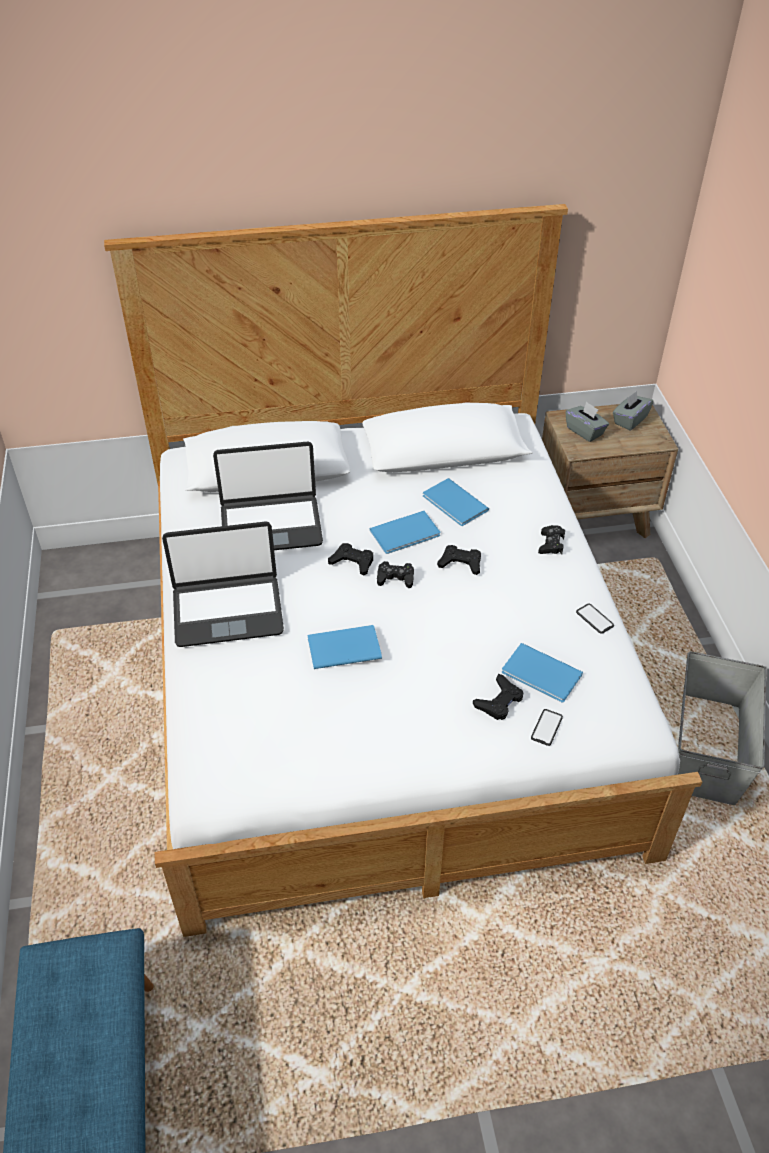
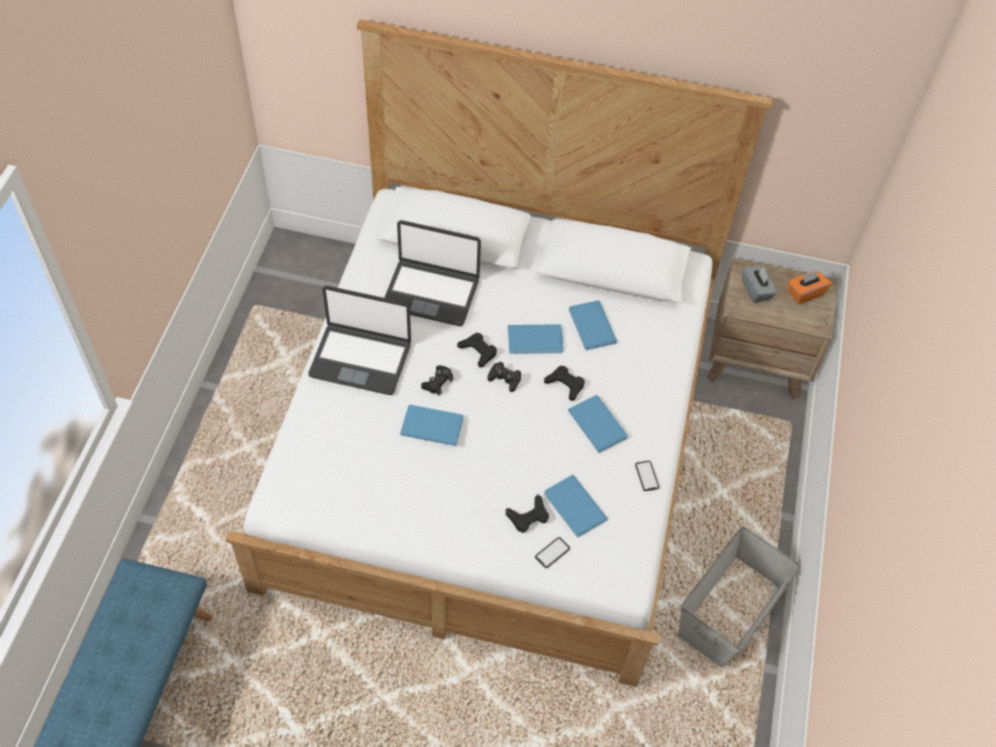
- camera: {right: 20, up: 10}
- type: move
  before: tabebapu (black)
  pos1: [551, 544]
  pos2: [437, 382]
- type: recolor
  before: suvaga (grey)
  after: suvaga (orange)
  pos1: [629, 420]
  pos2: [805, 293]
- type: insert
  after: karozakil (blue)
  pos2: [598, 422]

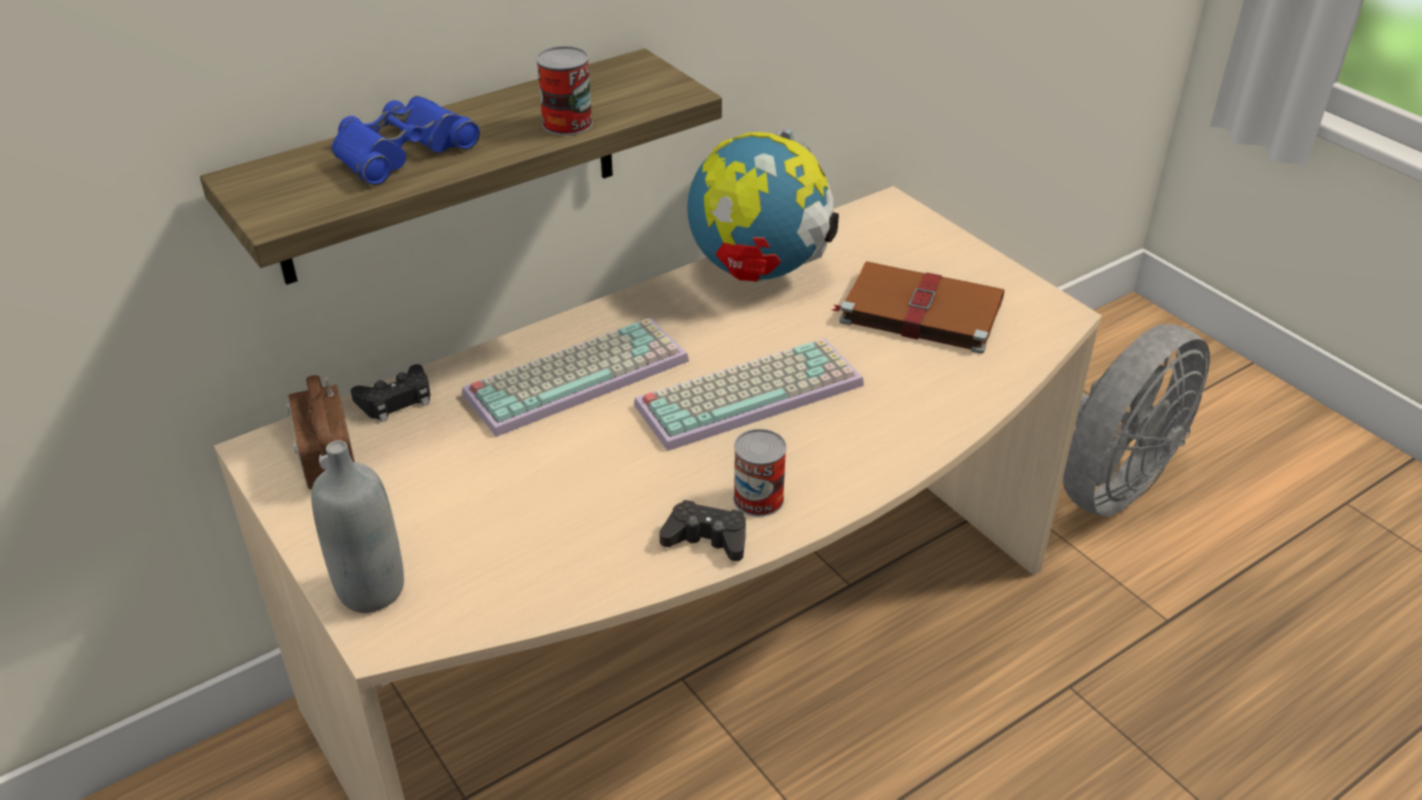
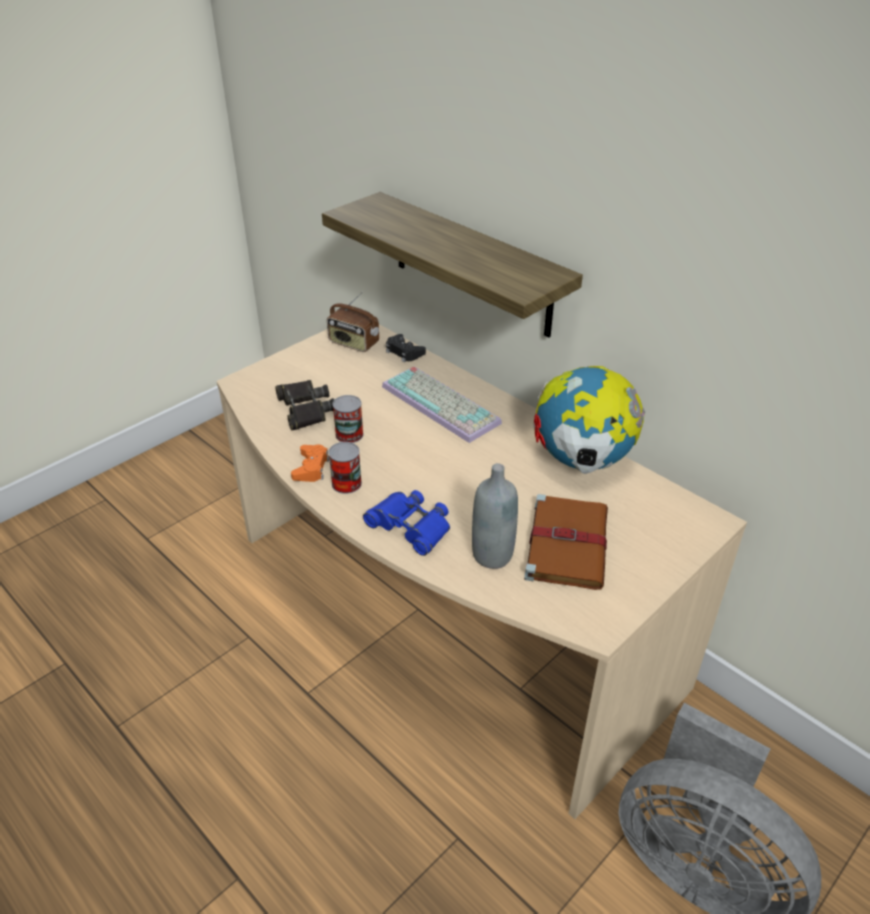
- camera: {right: 80, up: 0}
- type: rotate
  before: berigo
  pos1: [327, 461]
  pos2: [353, 343]
  turn: -120
- type: move
  before: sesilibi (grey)
  pos1: [371, 590]
  pos2: [492, 555]
- type: move
  before: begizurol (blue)
  pos1: [402, 152]
  pos2: [410, 526]
- type: move
  before: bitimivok
  pos1: [567, 123]
  pos2: [349, 435]
- type: delete
  before: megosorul
  pos1: [750, 392]
- type: recolor
  before: tabebapu (black)
  after: tabebapu (orange)
  pos1: [706, 539]
  pos2: [311, 468]
- type: insert
  after: begizurol (black)
  pos2: [305, 409]

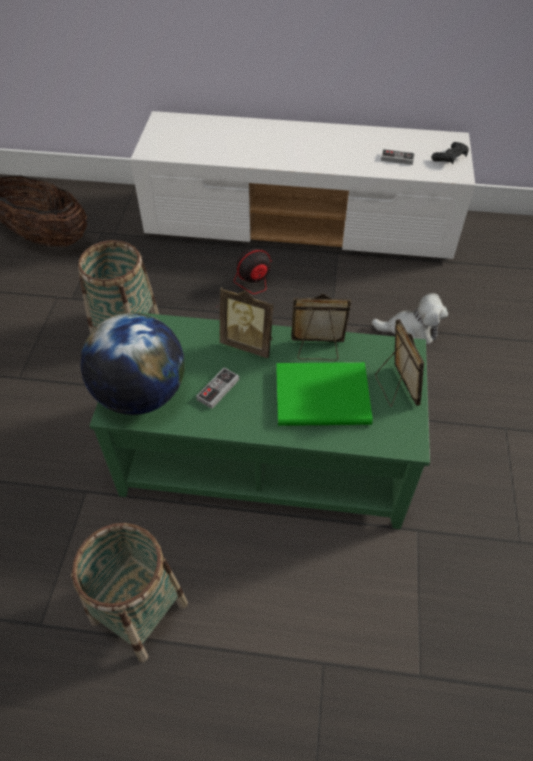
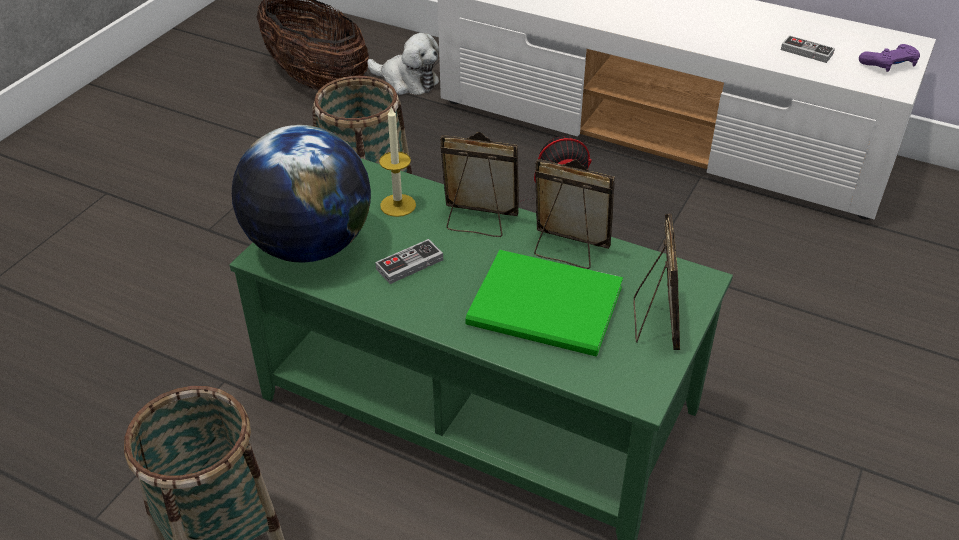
- camera: {right: 20, up: -10}
- type: rotate
  before: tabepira
  pos1: [249, 343]
  pos2: [478, 222]
  turn: 150
- type: move
  before: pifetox
  pos1: [410, 331]
  pos2: [407, 81]
- type: recolor
  before: tabebapu (black)
  after: tabebapu (purple)
  pos1: [450, 158]
  pos2: [889, 65]
- type: insert
  after: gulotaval
  pos2: [398, 205]

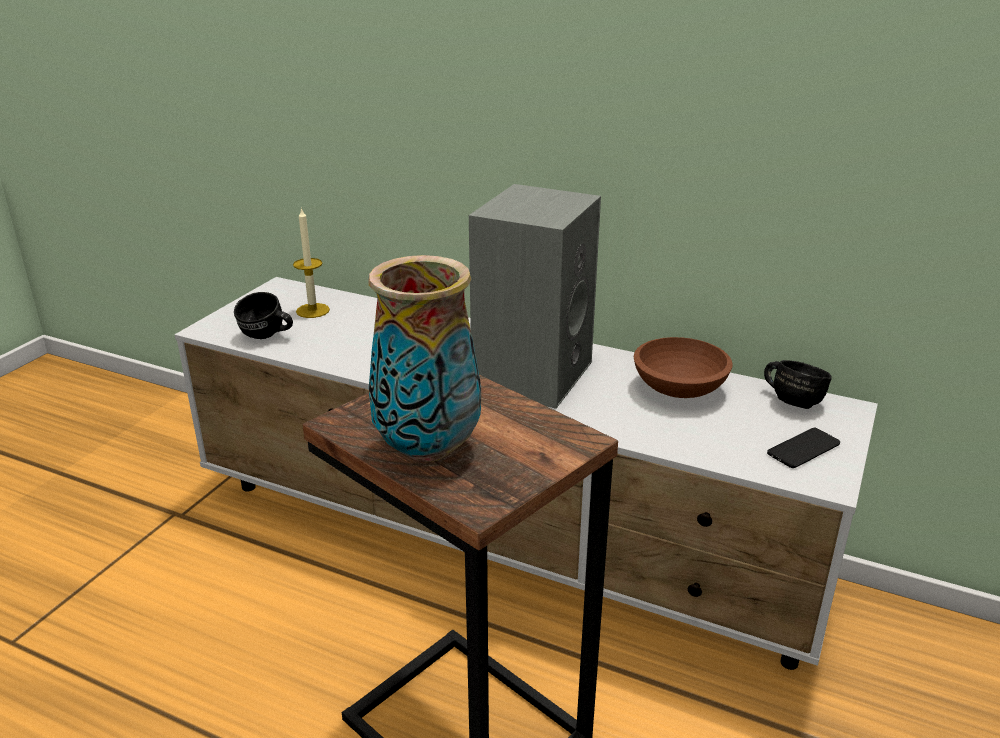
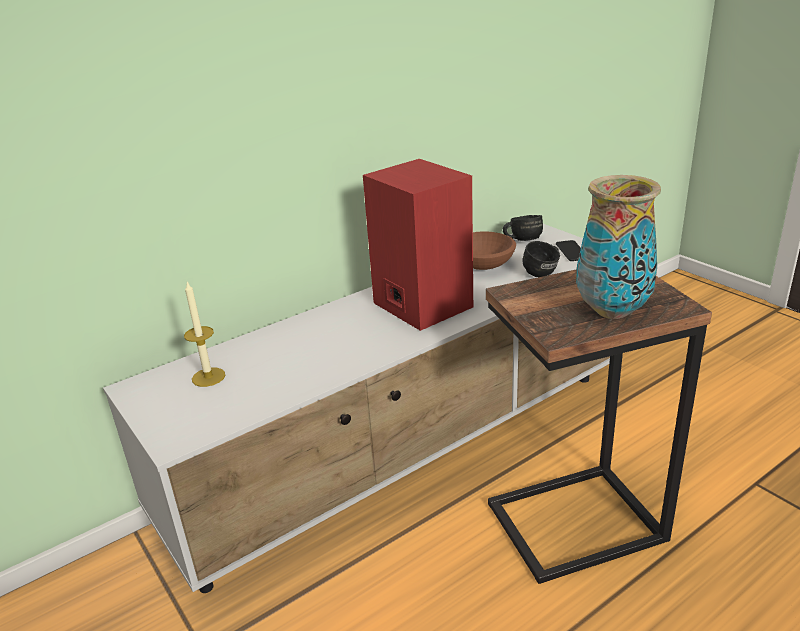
- camera: {right: -60, up: 0}
- type: move
  before: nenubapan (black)
  pos1: [266, 337]
  pos2: [544, 273]
- type: recolor
  before: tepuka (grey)
  after: tepuka (red)
  pos1: [531, 373]
  pos2: [419, 305]

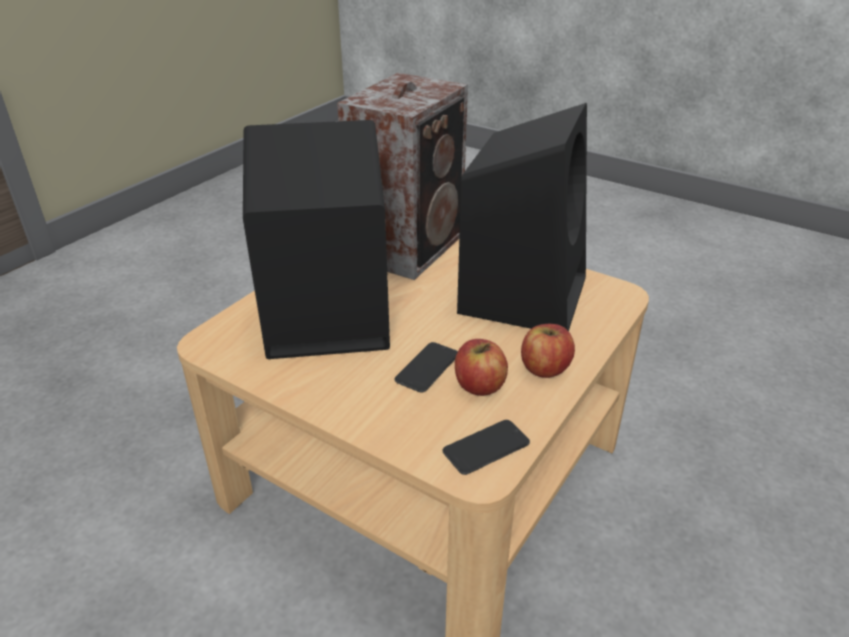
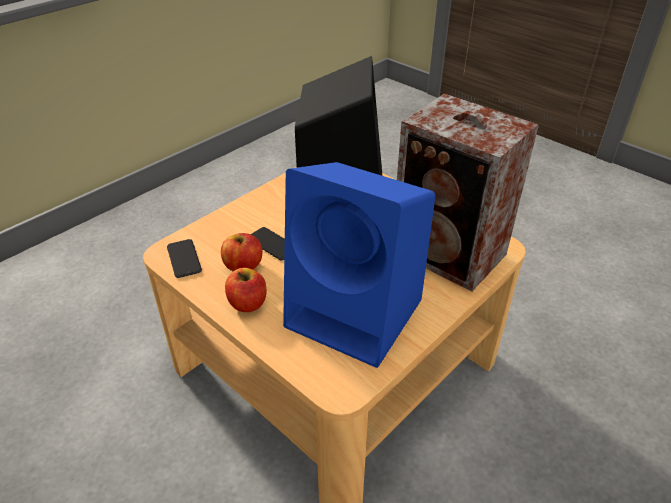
- camera: {right: 100, up: 5}
- type: recolor
  before: tepuka (black)
  after: tepuka (blue)
  pos1: [523, 292]
  pos2: [358, 314]

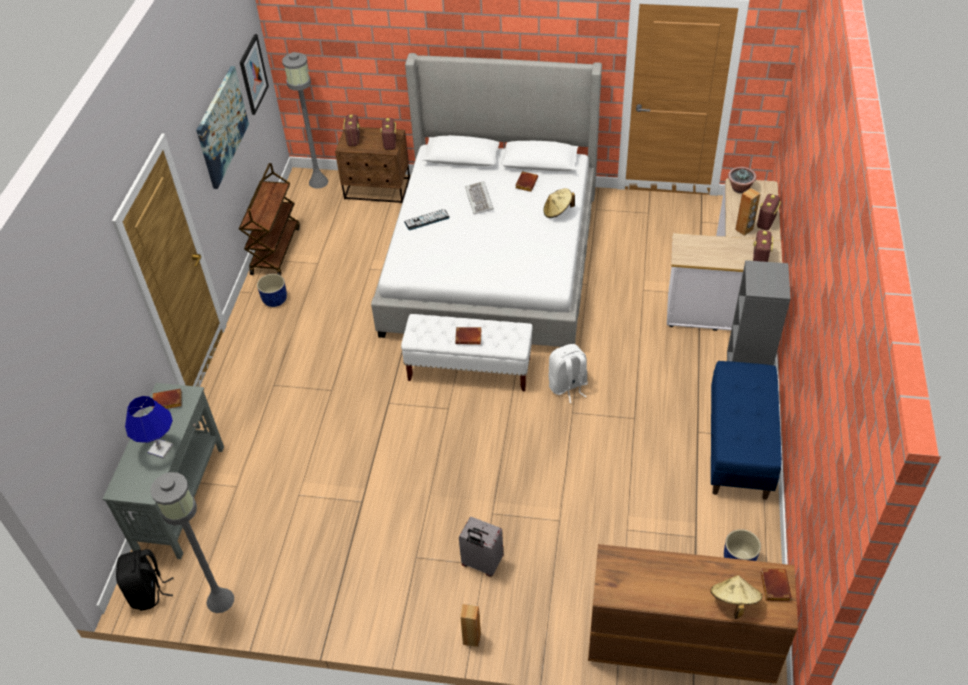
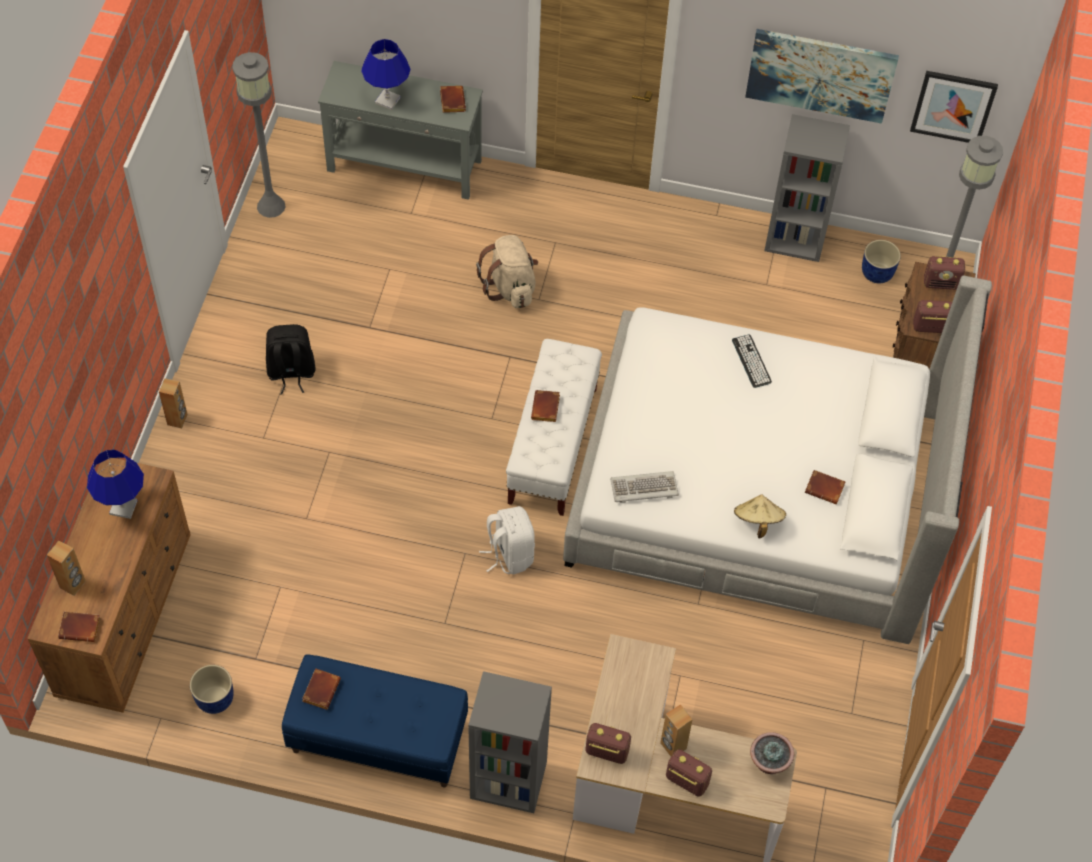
- camera: {right: 90, up: 10}
- type: move
  before: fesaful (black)
  pos1: [149, 592]
  pos2: [291, 372]
- type: replace
  before: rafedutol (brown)
  after: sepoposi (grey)
  pos1: [275, 250]
  pos2: [796, 238]
- type: move
  before: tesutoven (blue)
  pos1: [275, 299]
  pos2: [877, 272]
- type: delete
  before: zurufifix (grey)
  pos1: [481, 563]
- type: move
  before: megosorul
  pos1: [479, 199]
  pos2: [644, 489]
- type: replace
  before: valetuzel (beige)
  after: tepuka (brown)
  pos1: [733, 601]
  pos2: [73, 584]
- type: insert
  after: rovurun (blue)
  pos2: [123, 507]
- type: insert
  after: karozakil (brown)
  pos2: [320, 689]
- type: insert
  after: fesaful (beige)
  pos2: [510, 287]

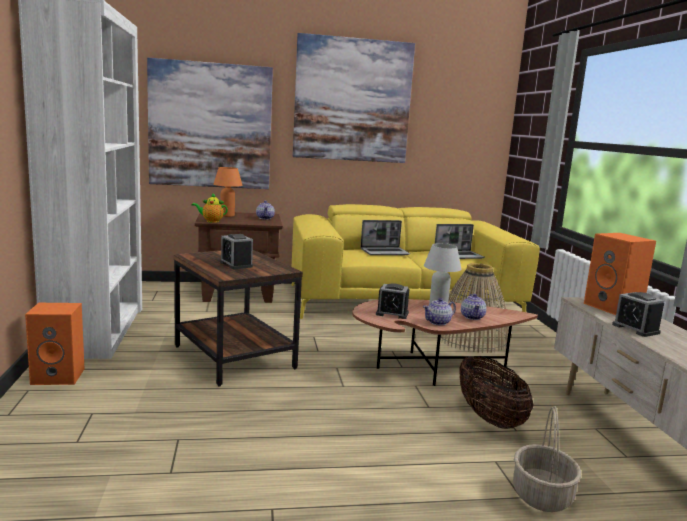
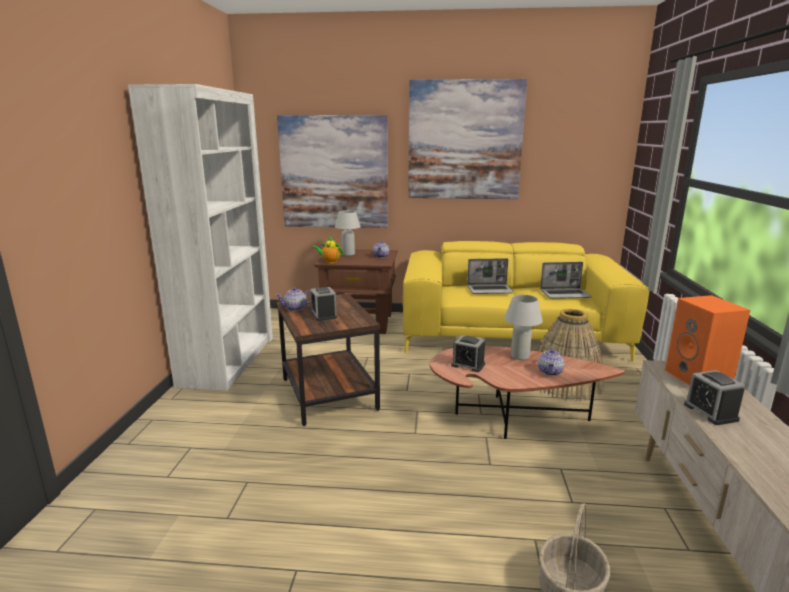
- camera: {right: 15, up: 5}
- type: delete
  before: tepuka (orange)
  pos1: [59, 376]
- type: recolor
  before: rovurun (orange)
  after: rovurun (white)
  pos1: [227, 216]
  pos2: [348, 254]
- type: move
  before: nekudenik
  pos1: [438, 322]
  pos2: [295, 308]
- type: delete
  before: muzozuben
  pos1: [489, 418]

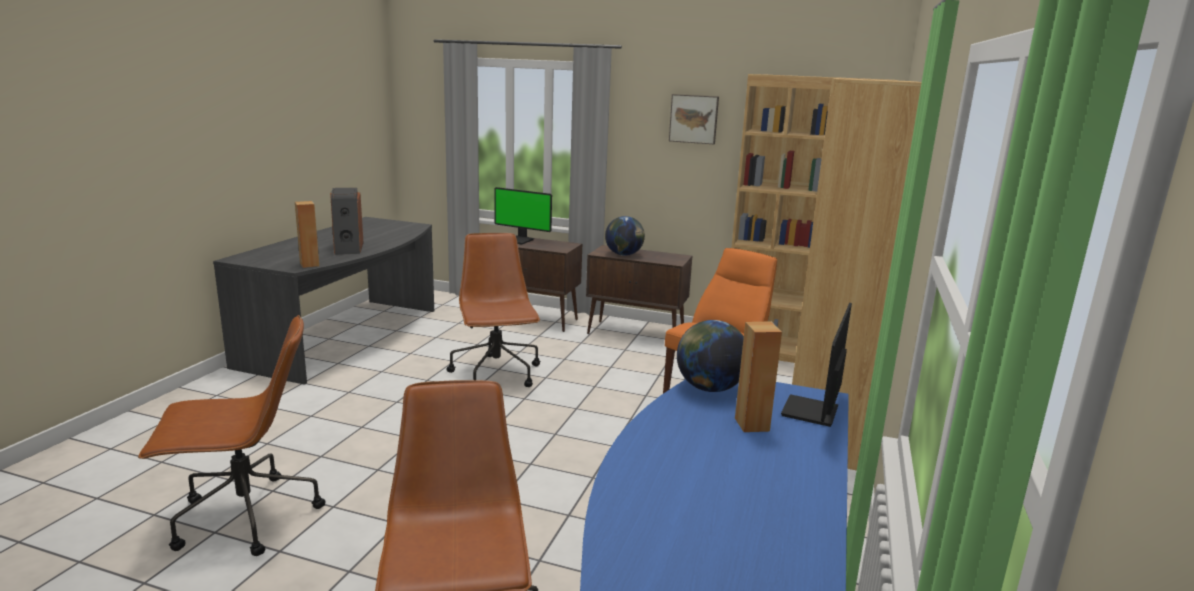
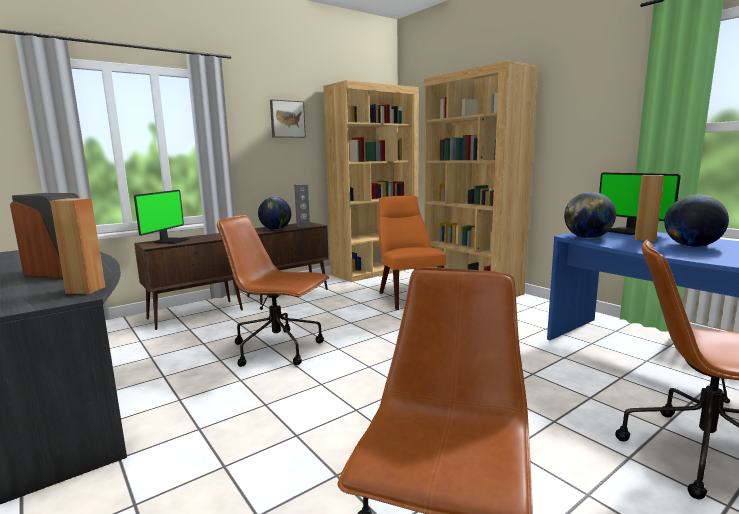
- camera: {right: -55, up: -5}
- type: rotate
  before: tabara
  pos1: [519, 240]
  pos2: [171, 241]
  turn: -45
- type: insert
  after: tepuka (grey)
  pos2: [303, 226]
- type: insert
  after: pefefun
  pos2: [691, 246]

